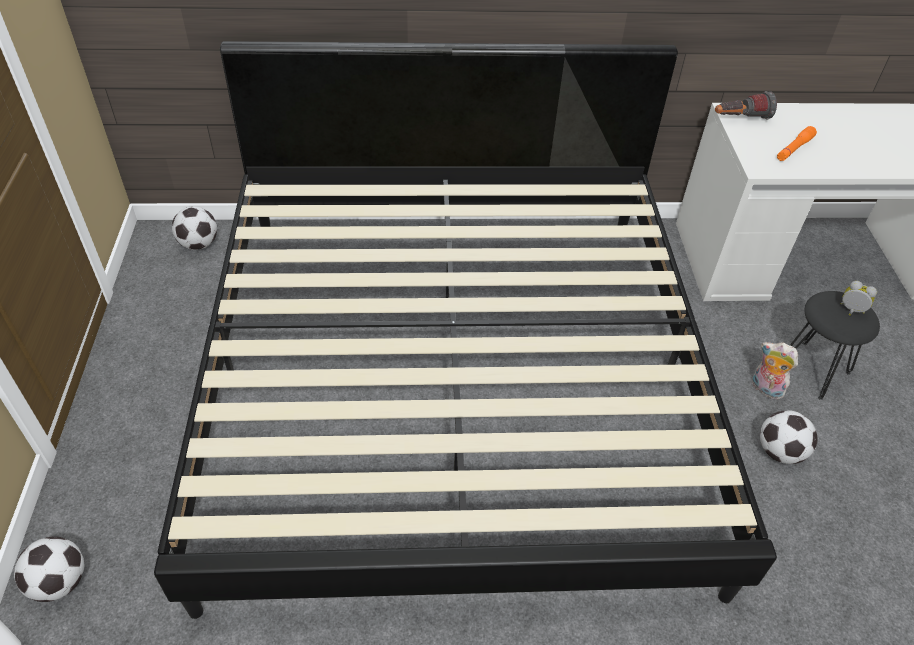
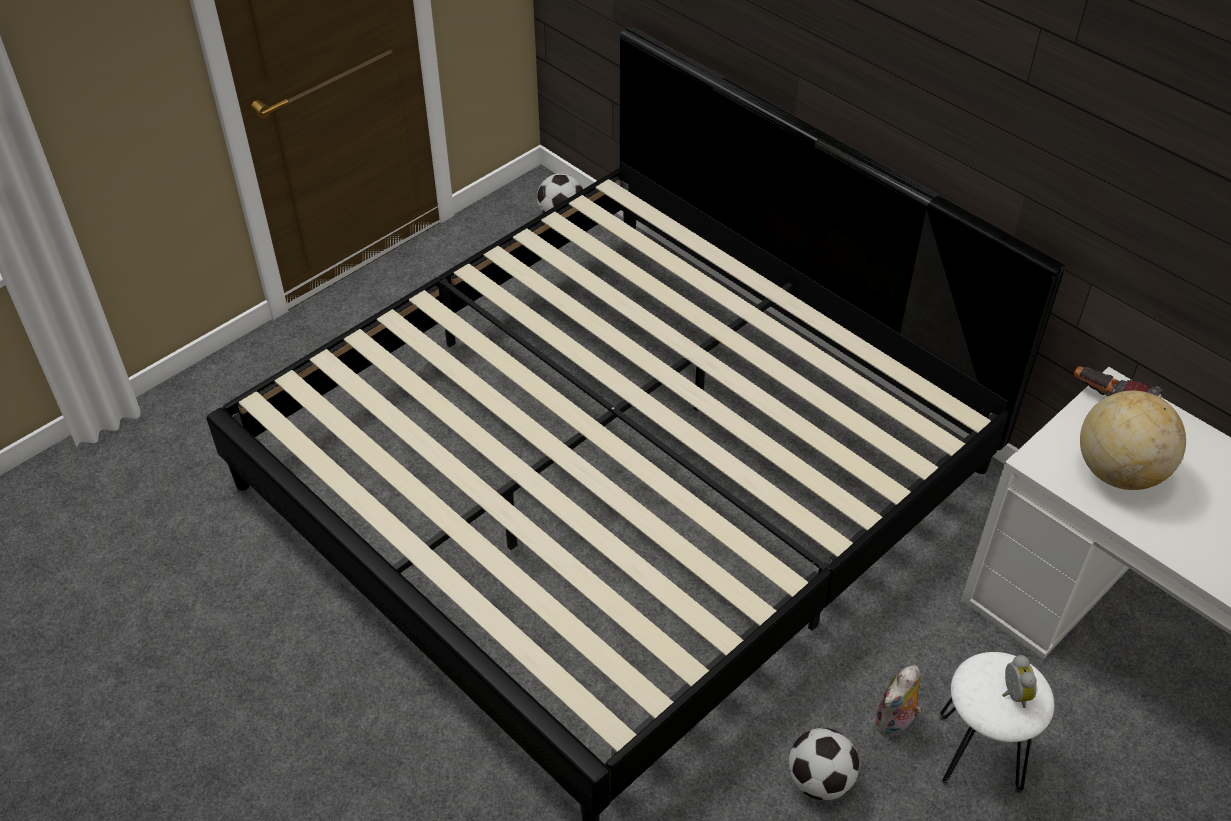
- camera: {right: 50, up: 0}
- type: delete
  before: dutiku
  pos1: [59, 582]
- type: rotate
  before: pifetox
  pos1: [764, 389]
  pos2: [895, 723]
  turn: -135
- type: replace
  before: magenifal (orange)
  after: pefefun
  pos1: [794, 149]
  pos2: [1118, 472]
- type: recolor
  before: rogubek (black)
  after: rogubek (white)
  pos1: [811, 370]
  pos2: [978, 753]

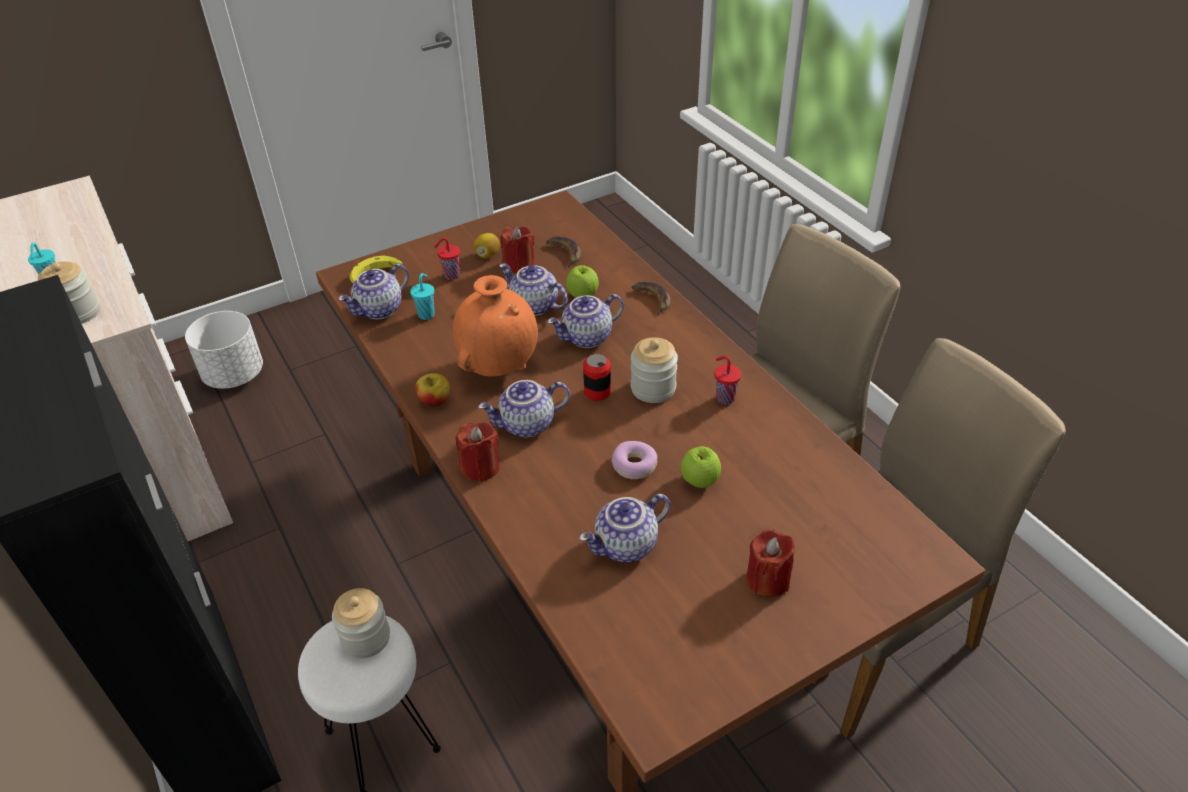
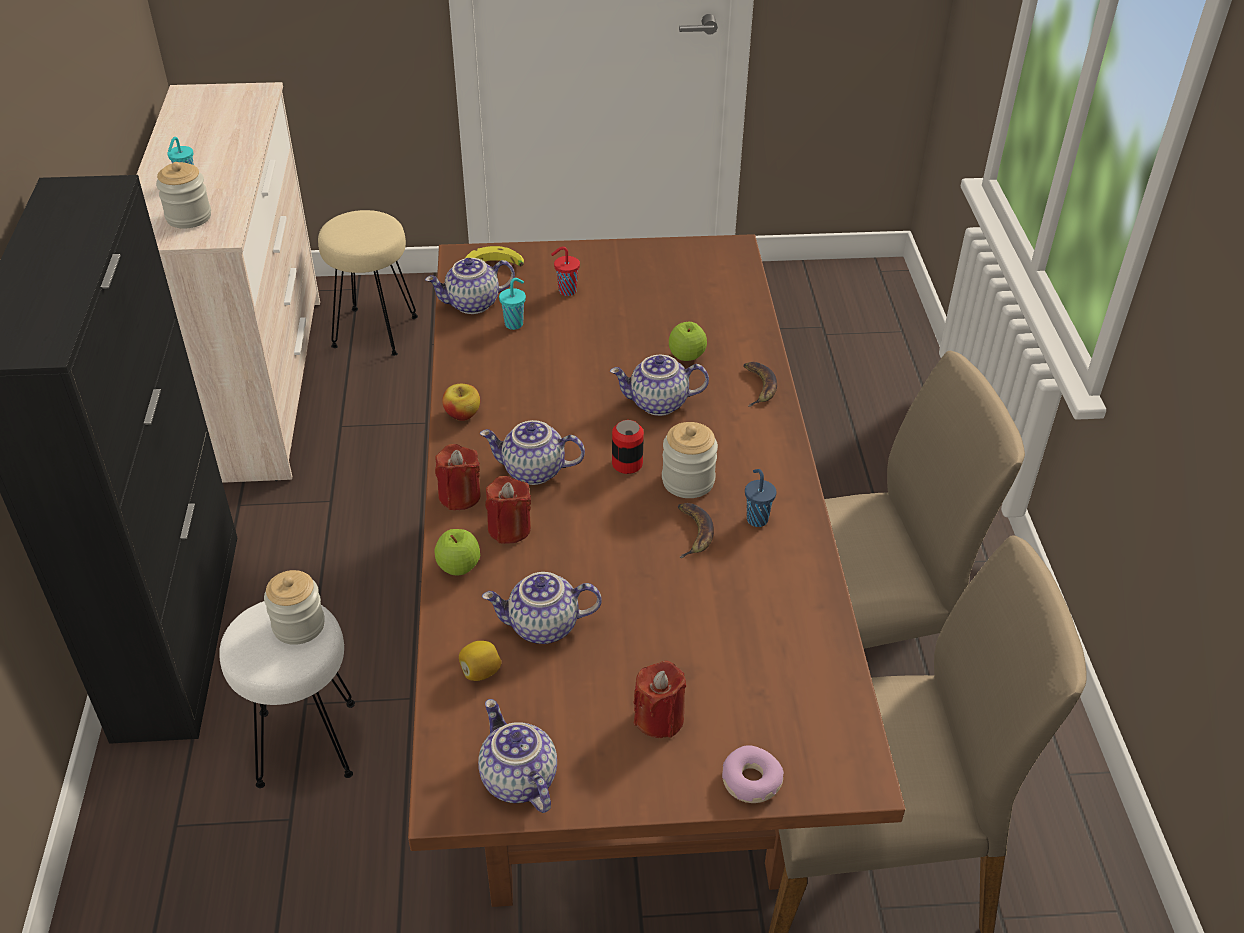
- camera: {right: 25, up: 0}
- type: replace
  before: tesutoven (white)
  after: rogubek (beige)
  pos1: [234, 374]
  pos2: [375, 331]
- type: delete
  before: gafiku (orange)
  pos1: [499, 367]
- type: move
  before: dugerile
  pos1: [488, 255]
  pos2: [480, 672]
- type: move
  before: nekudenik
  pos1: [533, 306]
  pos2: [516, 780]
- type: move
  before: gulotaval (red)
  pos1: [519, 265]
  pos2: [509, 528]
- type: move
  before: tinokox
  pos1: [564, 253]
  pos2: [693, 532]
- type: move
  before: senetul
  pos1: [634, 466]
  pos2: [750, 781]
- type: move
  before: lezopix
  pos1: [699, 480]
  pos2: [459, 567]
- type: recolor
  before: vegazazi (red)
  after: vegazazi (blue)
  pos1: [724, 398]
  pos2: [756, 518]

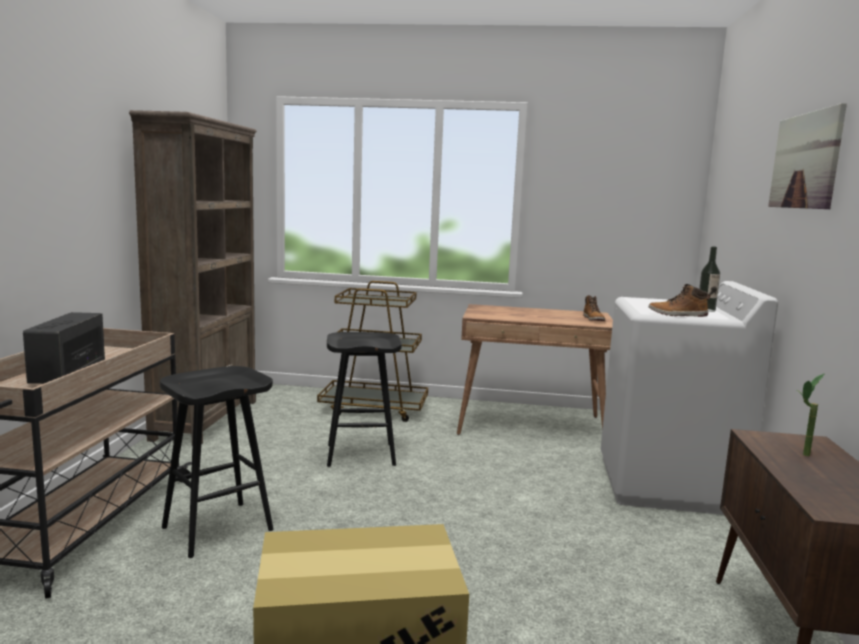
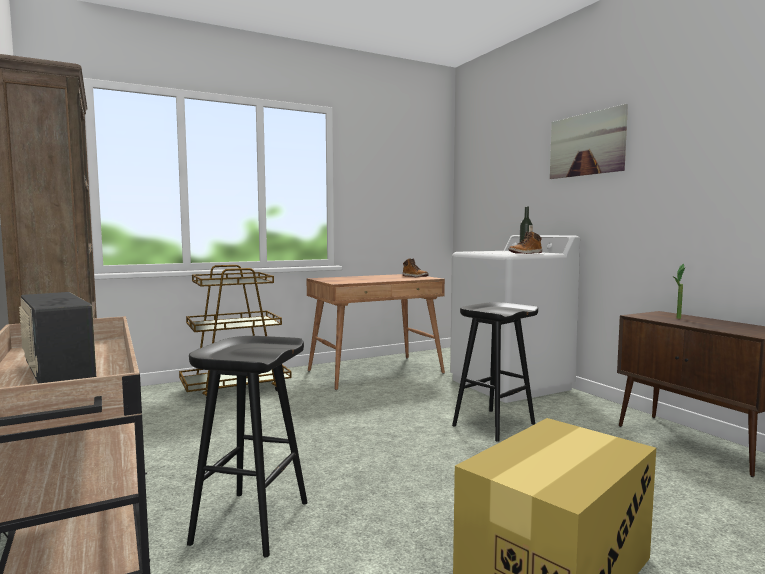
- camera: {right: -35, up: -5}
- type: move
  before: rogubek (black)
  pos1: [362, 454]
  pos2: [493, 424]

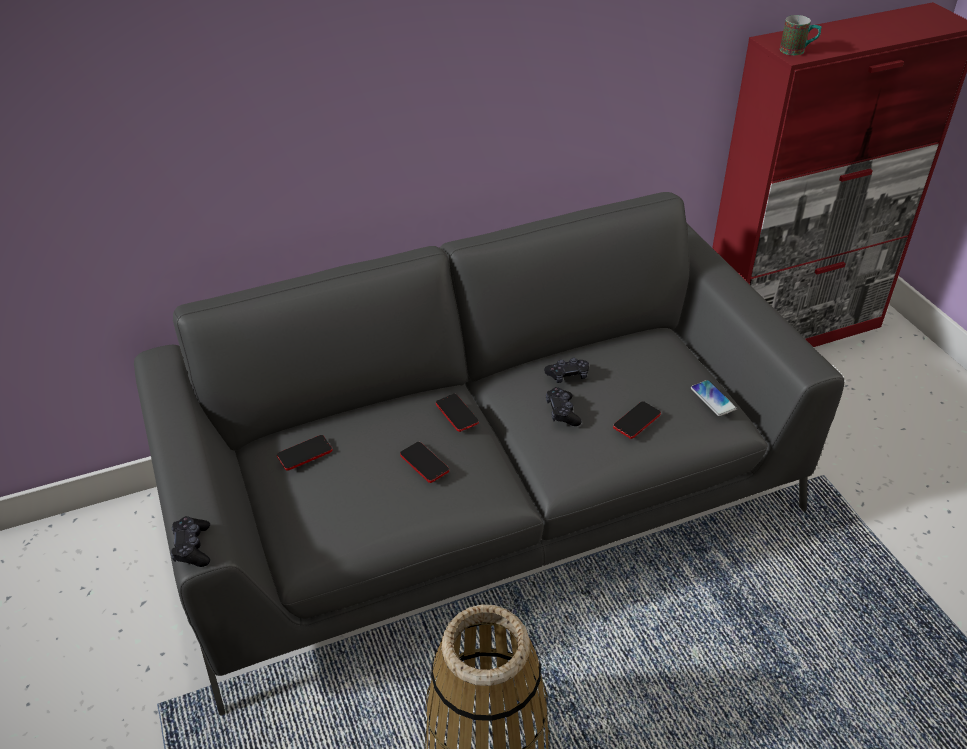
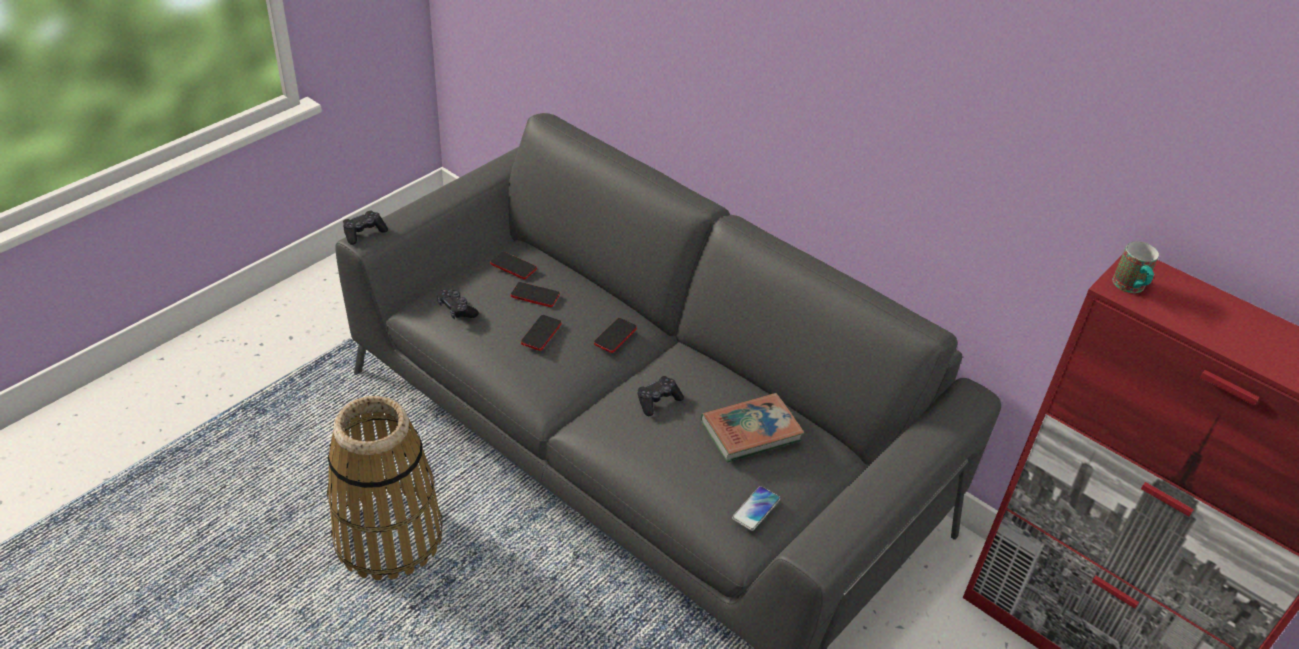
- camera: {right: 60, up: 0}
- type: move
  before: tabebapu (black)
  pos1: [567, 375]
  pos2: [457, 309]
- type: move
  before: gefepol
  pos1: [636, 421]
  pos2: [535, 295]
- type: insert
  after: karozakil
  pos2: [751, 431]

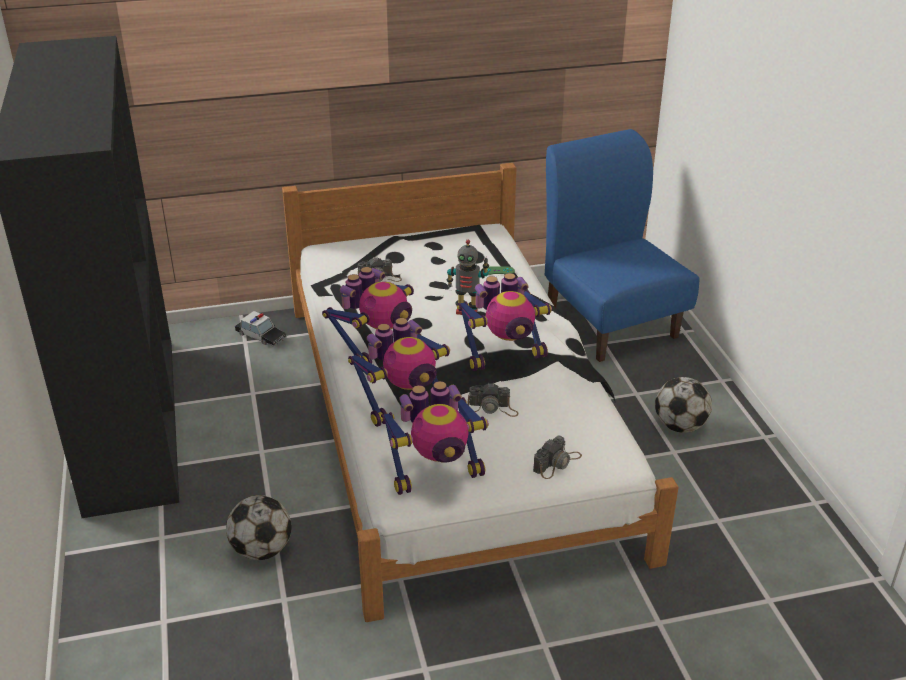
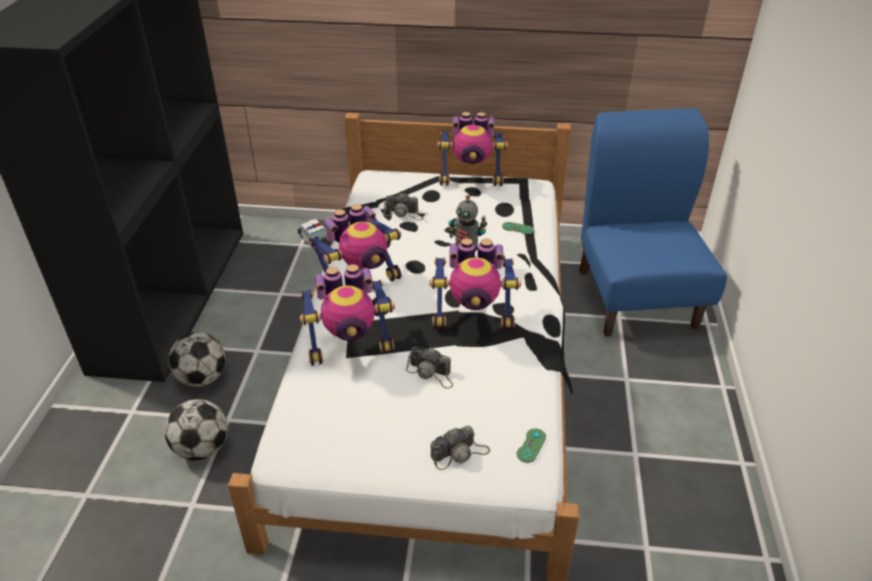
- camera: {right: 20, up: 5}
- type: move
  before: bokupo
  pos1: [436, 474]
  pos2: [471, 180]
- type: move
  before: dutiku
  pos1: [680, 426]
  pos2: [202, 378]
- type: insert
  after: tabebapu (green)
  pos2: [531, 445]

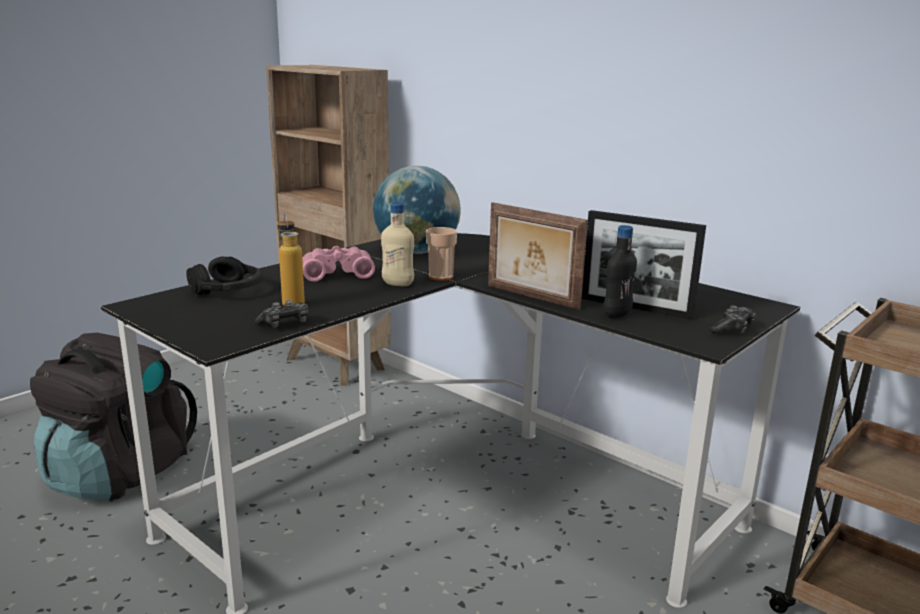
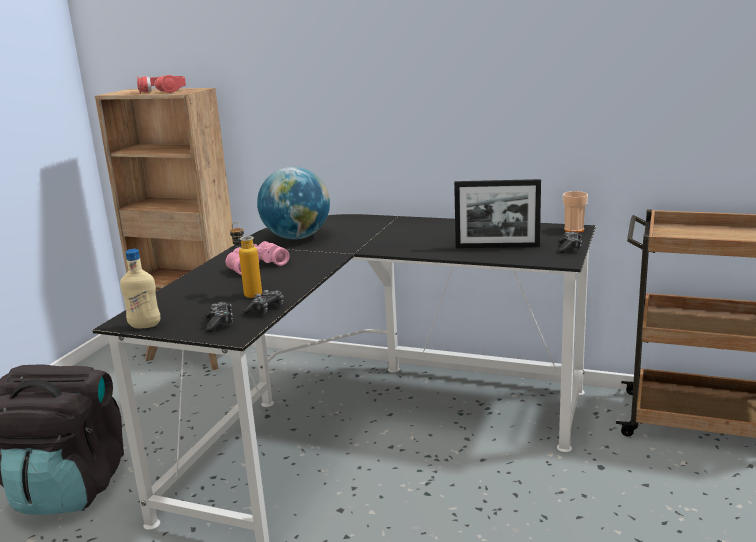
- camera: {right: -20, up: 0}
- type: delete
  before: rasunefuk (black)
  pos1: [228, 291]
- type: move
  before: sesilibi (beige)
  pos1: [398, 284]
  pos2: [145, 325]
- type: move
  before: vegazazi
  pos1: [441, 277]
  pos2: [574, 230]
- type: delete
  before: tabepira
  pos1: [531, 297]
- type: delete
  before: sesilibi (black)
  pos1: [616, 314]
- type: insert
  after: rasunefuk (red)
  pos2: [163, 91]
- type: insert
  after: tabebapu
  pos2: [219, 323]

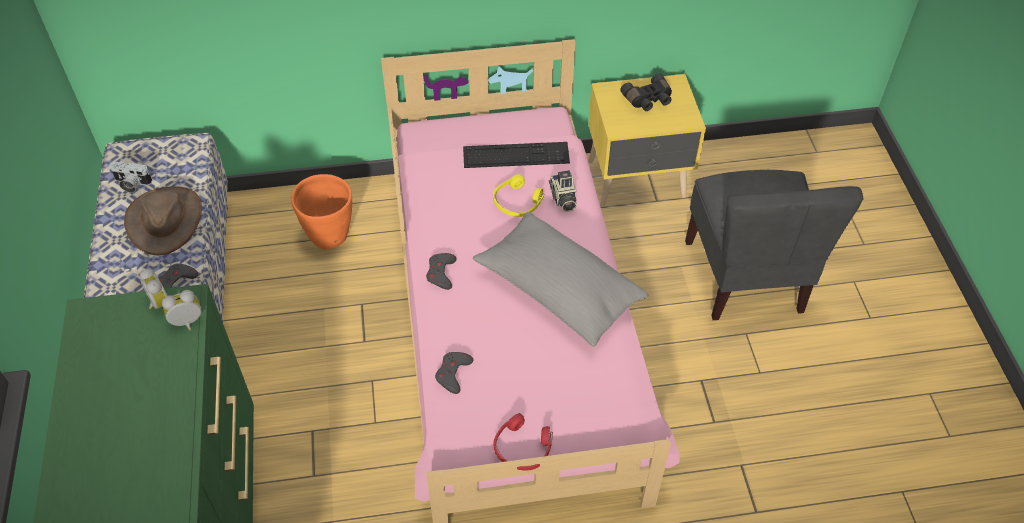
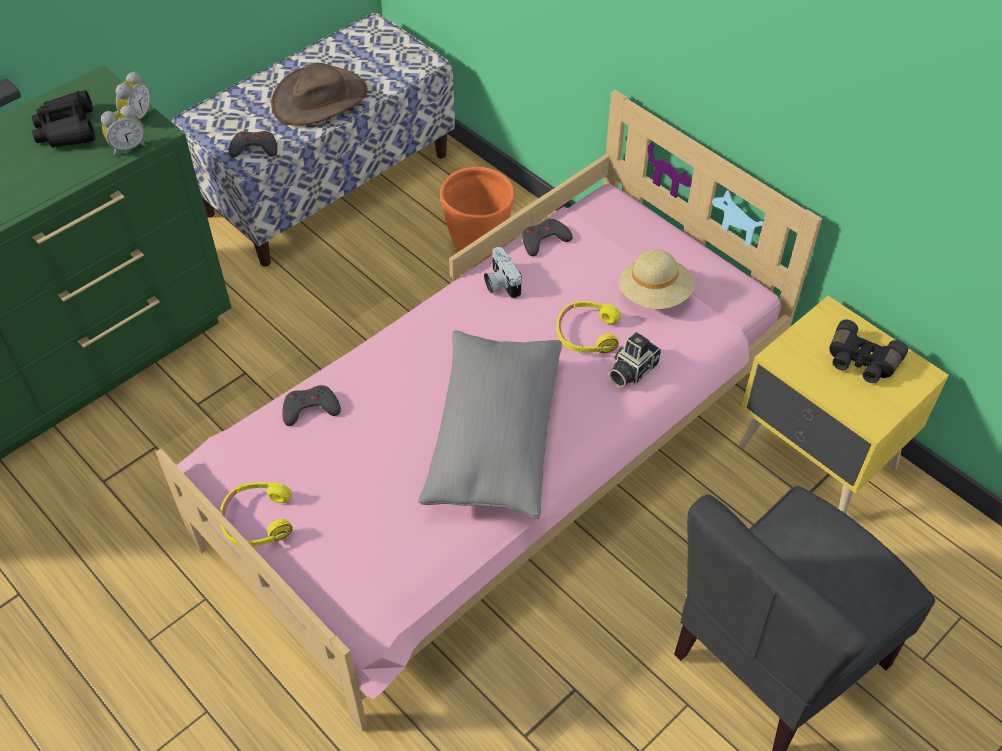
- camera: {right: 55, up: 0}
- type: move
  before: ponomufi
  pos1: [131, 184]
  pos2: [500, 283]
- type: rotate
  before: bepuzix
  pos1: [188, 323]
  pos2: [128, 147]
  turn: 120
- type: move
  before: tabebapu (grey)
  pos1: [441, 273]
  pos2: [544, 240]
- type: replace
  before: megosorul
  after: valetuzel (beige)
  pos1: [516, 155]
  pos2: [655, 295]
- type: recolor
  before: rasunefuk (red)
  after: rasunefuk (yellow)
  pos1: [522, 447]
  pos2: [258, 520]
- type: insert
  after: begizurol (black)
  pos2: [67, 129]

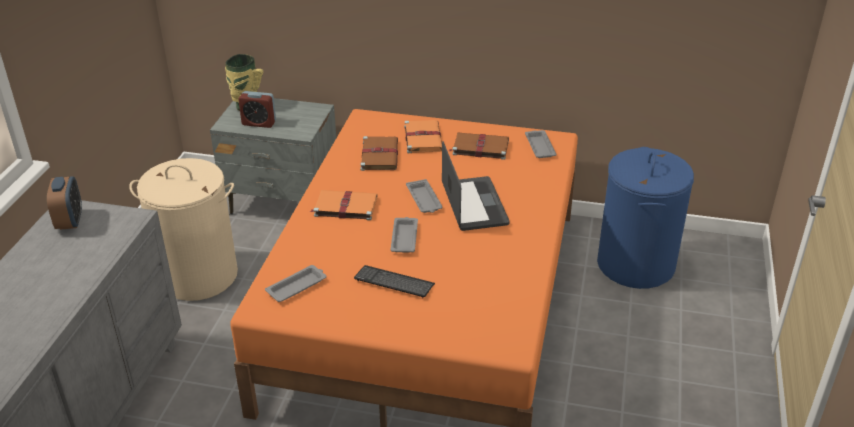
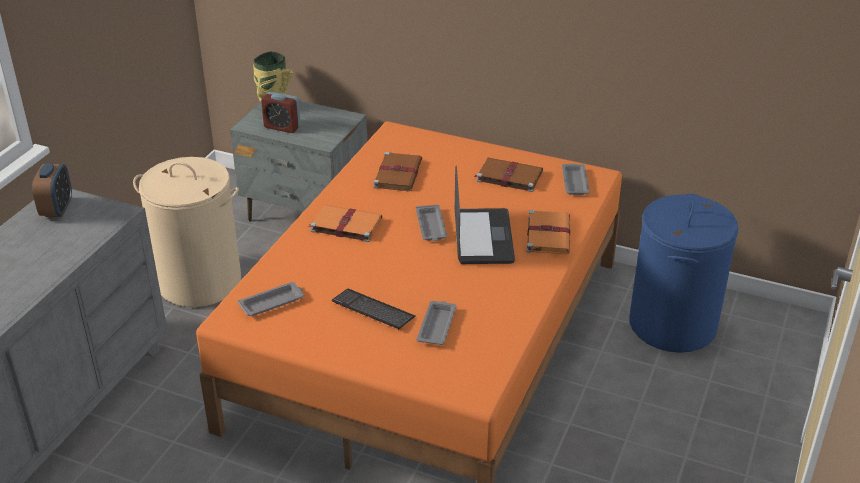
- camera: {right: 10, up: 0}
- type: move
  before: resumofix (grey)
  pos1: [404, 237]
  pos2: [437, 326]
- type: move
  before: karozakil (orange)
  pos1: [422, 138]
  pos2: [548, 234]

